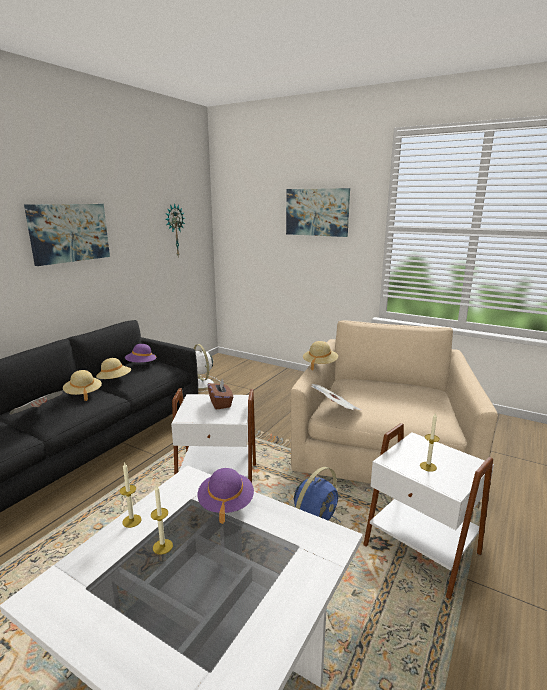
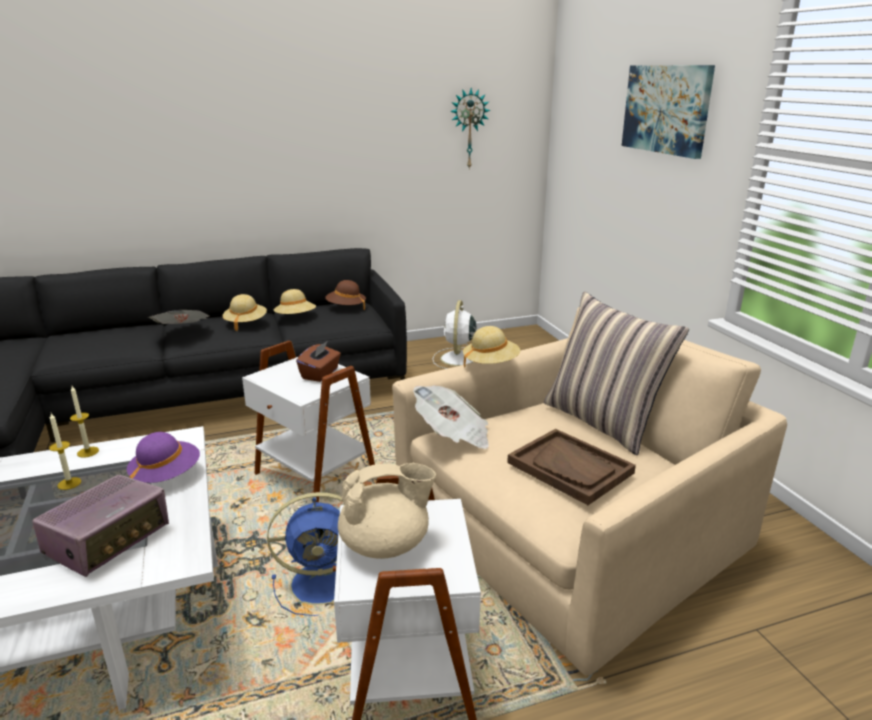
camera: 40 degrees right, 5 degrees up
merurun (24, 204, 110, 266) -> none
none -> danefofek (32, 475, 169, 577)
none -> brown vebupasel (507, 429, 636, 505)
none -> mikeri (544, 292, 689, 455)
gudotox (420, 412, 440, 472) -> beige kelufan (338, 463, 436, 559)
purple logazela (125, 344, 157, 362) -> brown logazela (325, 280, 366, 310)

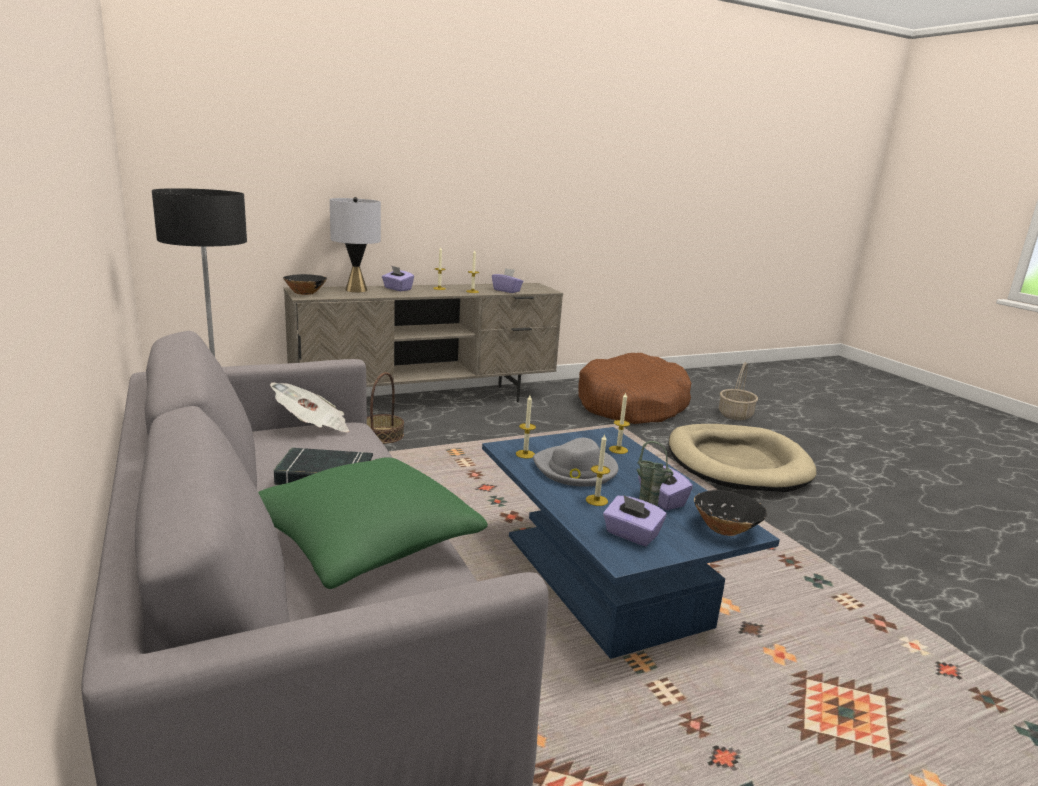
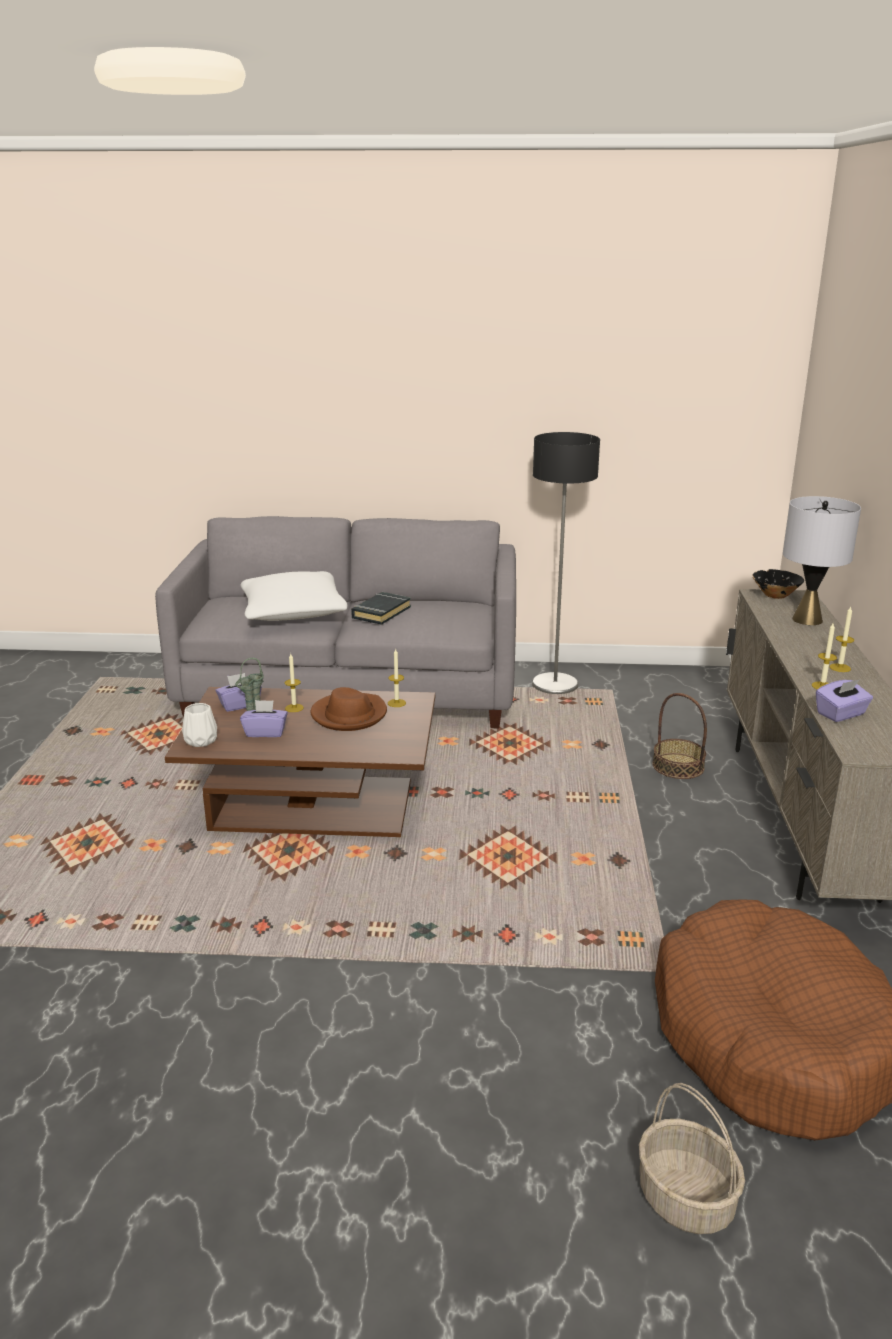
camera: 120 degrees right, 5 degrees up
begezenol (270, 383, 349, 432) -> none
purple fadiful (382, 265, 414, 291) -> none
gudotox (609, 393, 630, 454) -> none
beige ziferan (668, 424, 817, 492) -> none
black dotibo (694, 490, 767, 536) -> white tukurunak (182, 703, 217, 747)
green mikeri (258, 457, 488, 589) -> white mikeri (240, 571, 347, 621)
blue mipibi (482, 427, 780, 659) -> brown mipibi (165, 687, 435, 837)
grey logazela (533, 438, 619, 487) -> brown logazela (311, 687, 387, 731)

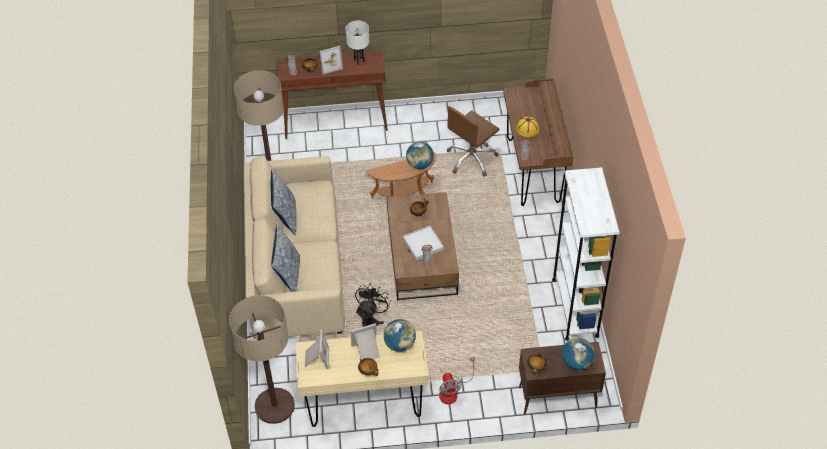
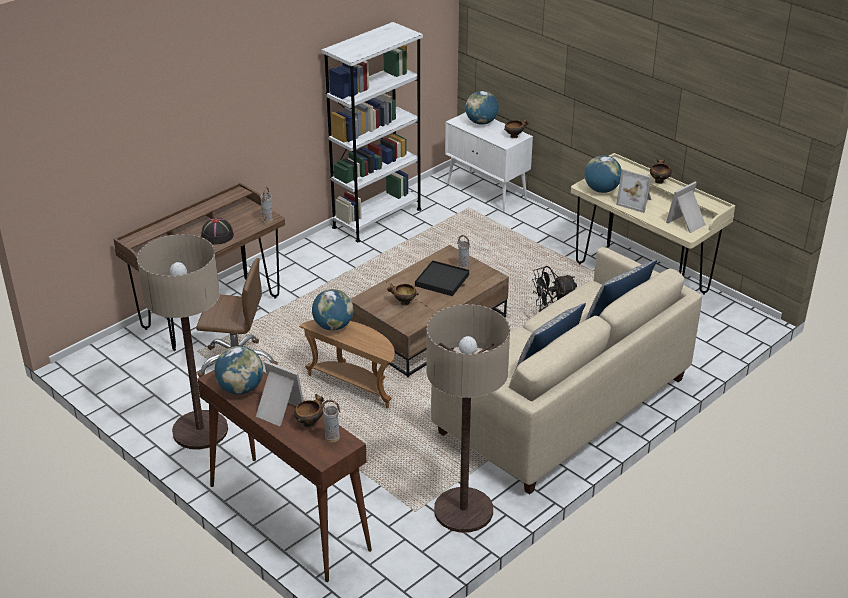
camera: 130 degrees left, 15 degrees down
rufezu (439, 357, 475, 404) -> none
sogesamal (229, 295, 295, 424) -> sogesamal (137, 234, 228, 450), shifted
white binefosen (345, 21, 369, 65) -> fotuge (214, 346, 263, 394)
white vebupasel (403, 226, 444, 260) -> black vebupasel (415, 260, 469, 296)
yellow logazela (516, 117, 539, 137) -> black logazela (201, 218, 234, 245)
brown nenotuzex (519, 342, 606, 415) -> white nenotuzex (445, 112, 533, 212)

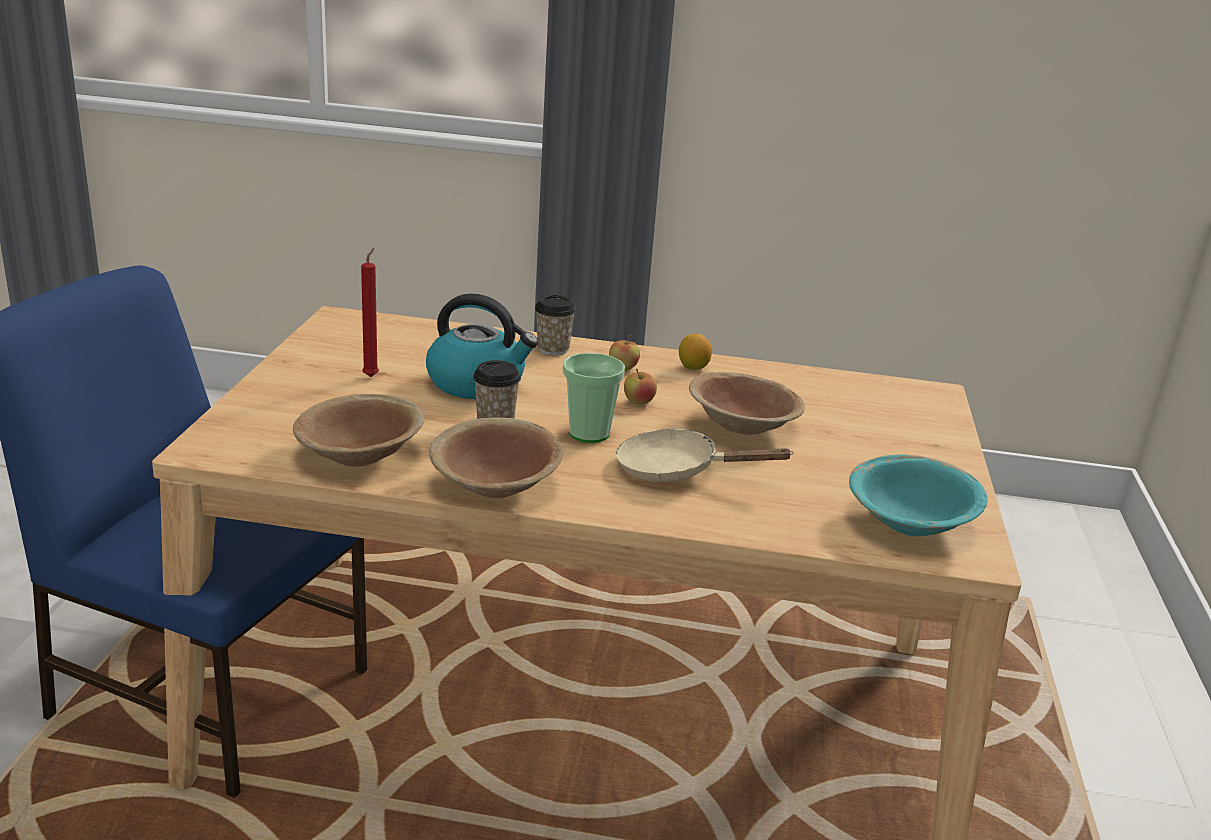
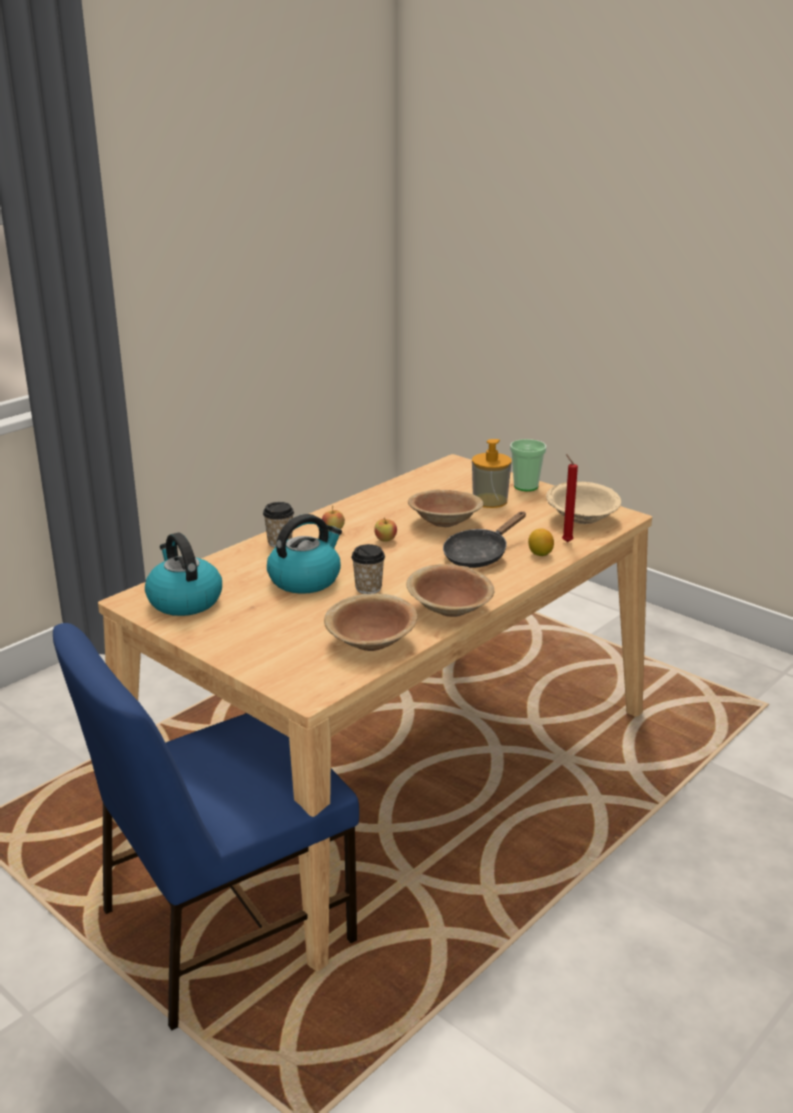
camera: 55 degrees left, 0 degrees up
none -> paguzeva (145, 533, 222, 616)
none -> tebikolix (472, 439, 512, 508)
red gudotox (361, 248, 379, 377) -> red gudotox (562, 454, 578, 542), shifted
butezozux (563, 353, 625, 443) -> butezozux (510, 439, 547, 491), shifted
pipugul (679, 334, 712, 370) -> pipugul (528, 529, 554, 556), shifted
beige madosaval (616, 428, 793, 482) -> black madosaval (443, 512, 526, 568)
turquoise dotibo (849, 454, 988, 536) -> beige dotibo (546, 481, 621, 524)

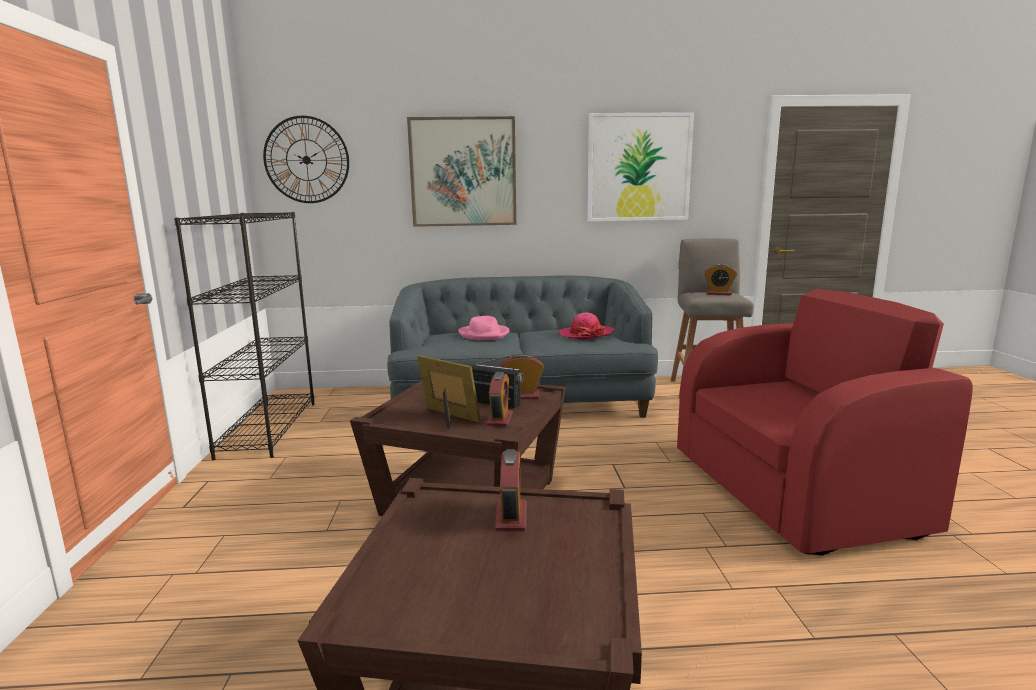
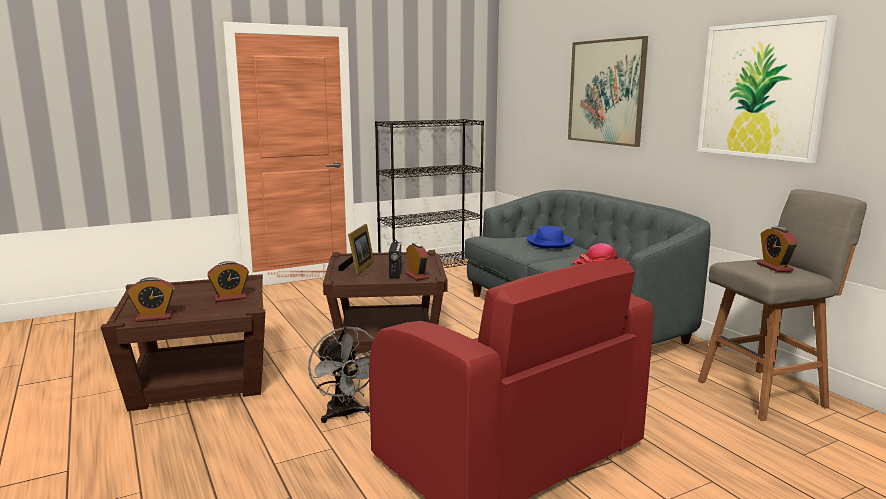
camera: 65 degrees right, 0 degrees up
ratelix (263, 116, 349, 203) -> none
none -> grey rufezu (308, 326, 374, 423)
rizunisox (486, 372, 513, 427) -> rizunisox (127, 277, 174, 322), shifted
pink logazela (458, 316, 510, 340) -> blue logazela (527, 226, 574, 249)

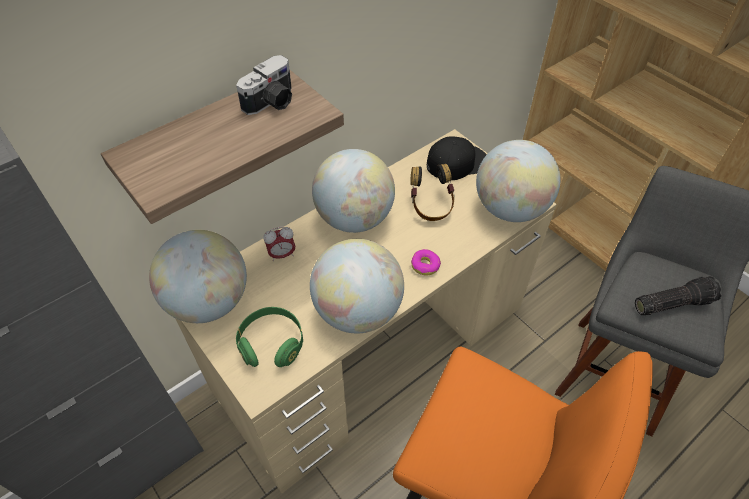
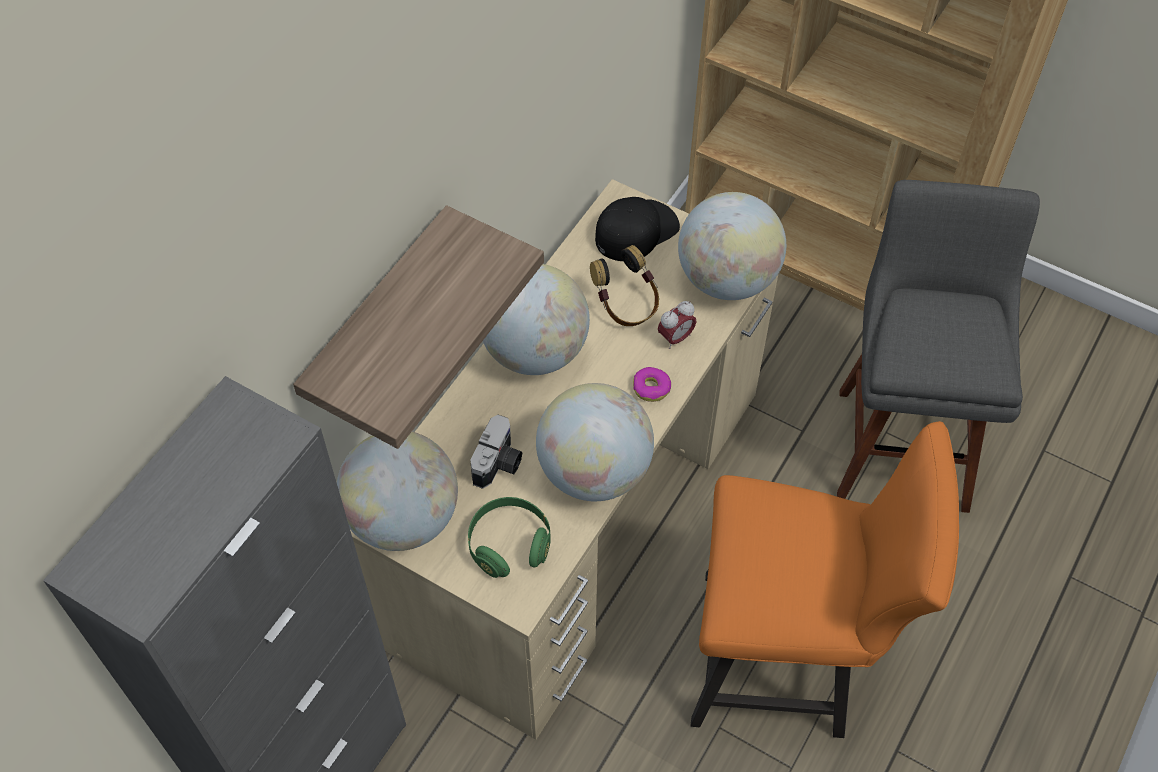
camera: 20 degrees left, 5 degrees up
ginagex (635, 276, 721, 315) -> none
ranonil (236, 55, 292, 115) -> ranonil (470, 415, 522, 489), shifted
rizunisox (264, 227, 295, 261) -> rizunisox (658, 301, 696, 349), shifted

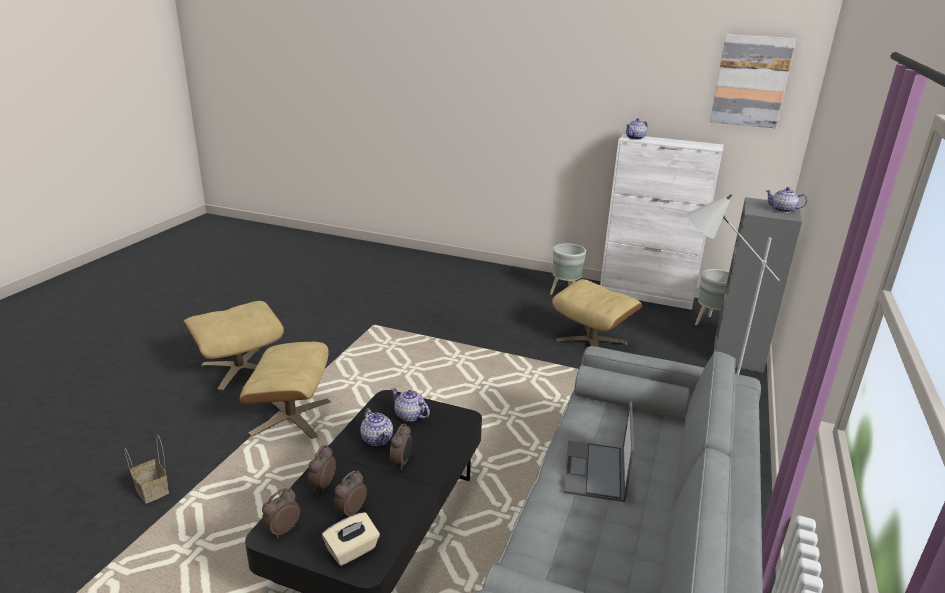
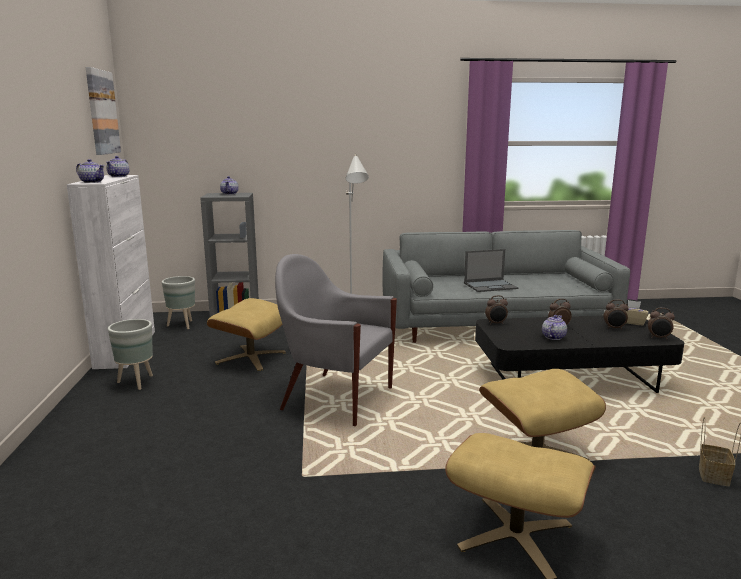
camera: 115 degrees left, 10 degrees down
none -> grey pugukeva (275, 254, 397, 426)
rizunisox (308, 445, 336, 492) -> rizunisox (485, 295, 508, 325), shifted
kelufan (391, 388, 430, 422) -> kelufan (106, 156, 129, 177), shifted

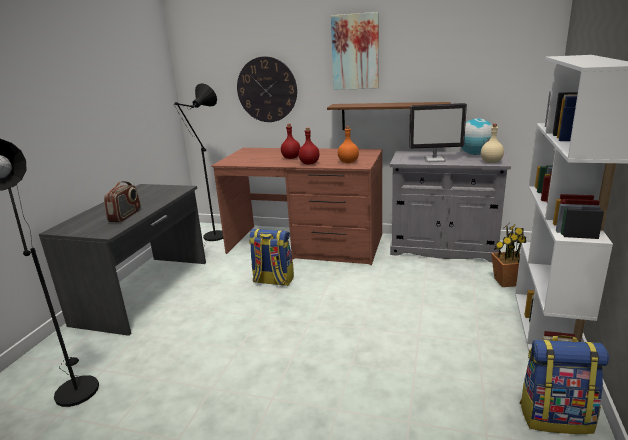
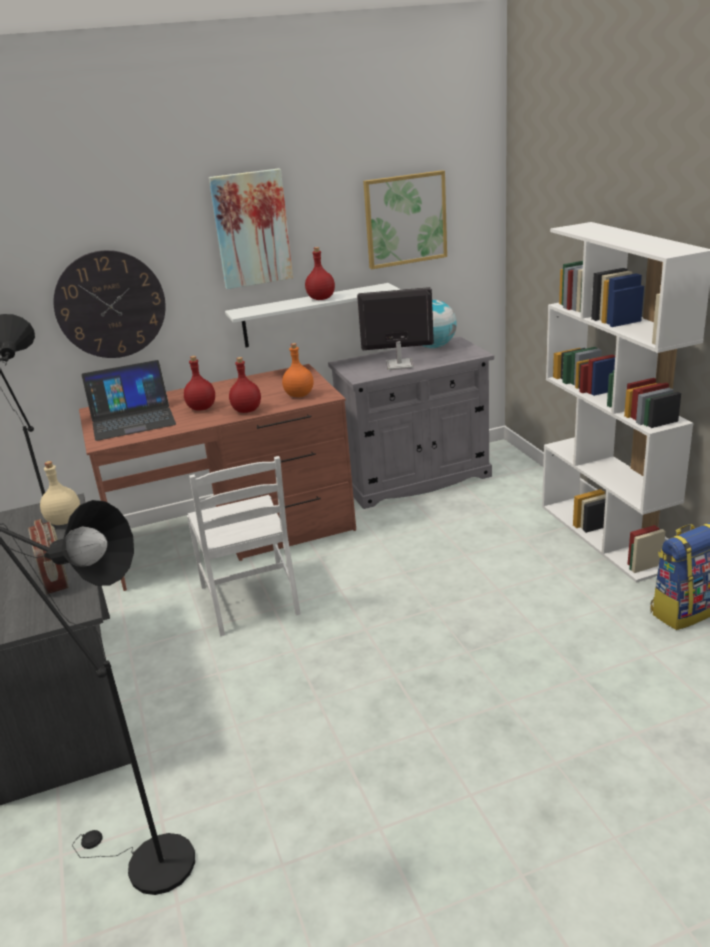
camera: 35 degrees left, 5 degrees up
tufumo (491, 224, 526, 287) -> none
none -> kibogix (82, 360, 176, 441)
none -> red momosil (305, 247, 335, 300)
none -> merurun (363, 170, 447, 269)
beige momosil (481, 124, 504, 163) -> beige momosil (40, 461, 80, 525), shifted
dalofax (249, 229, 294, 286) -> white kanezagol (187, 456, 301, 636)
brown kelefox (327, 102, 450, 130) -> white kelefox (225, 283, 401, 347)
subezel (409, 103, 467, 162) -> subezel (357, 287, 434, 370), 150 degrees counterclockwise

